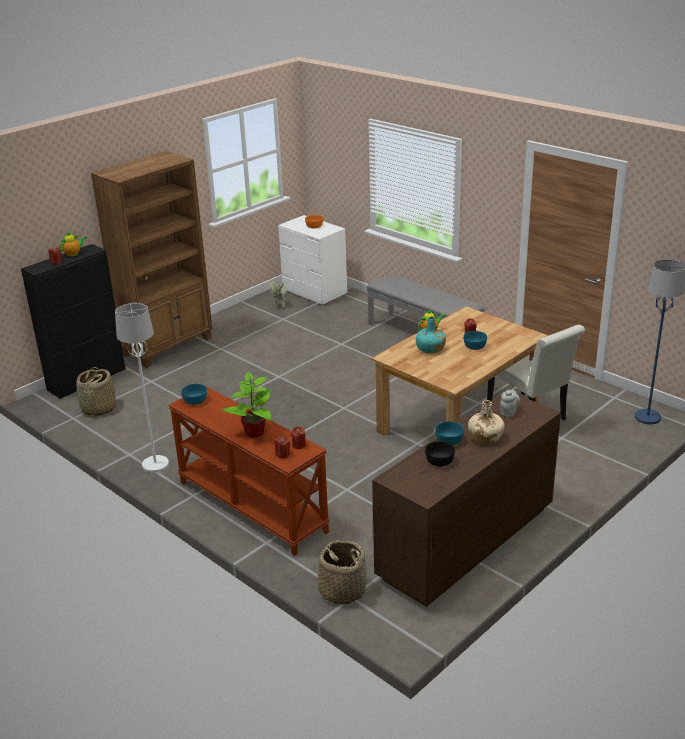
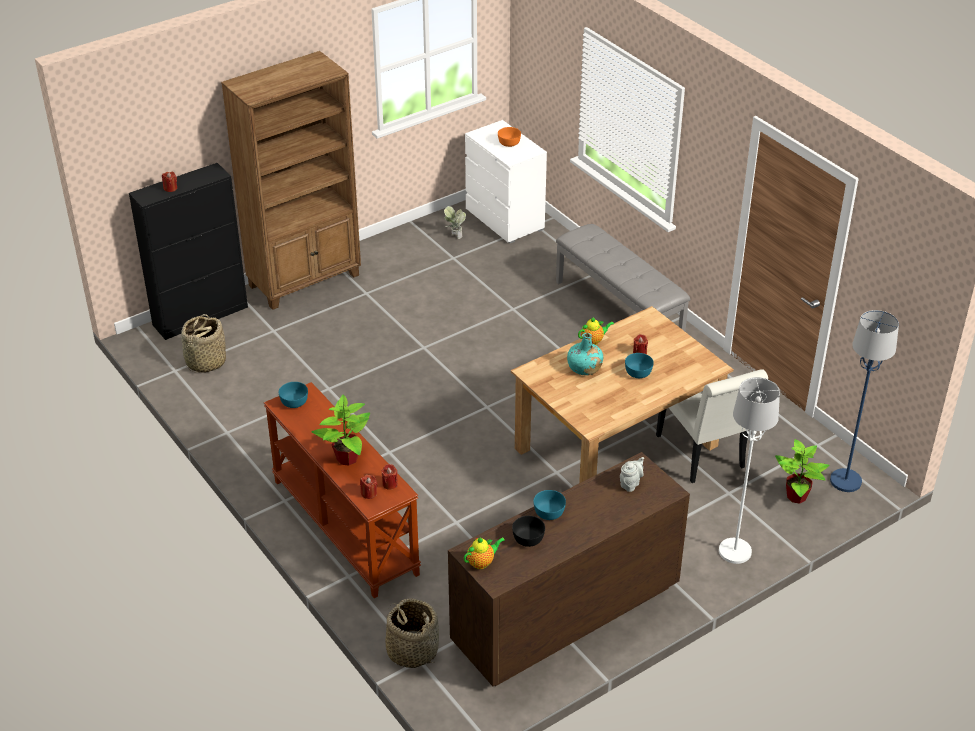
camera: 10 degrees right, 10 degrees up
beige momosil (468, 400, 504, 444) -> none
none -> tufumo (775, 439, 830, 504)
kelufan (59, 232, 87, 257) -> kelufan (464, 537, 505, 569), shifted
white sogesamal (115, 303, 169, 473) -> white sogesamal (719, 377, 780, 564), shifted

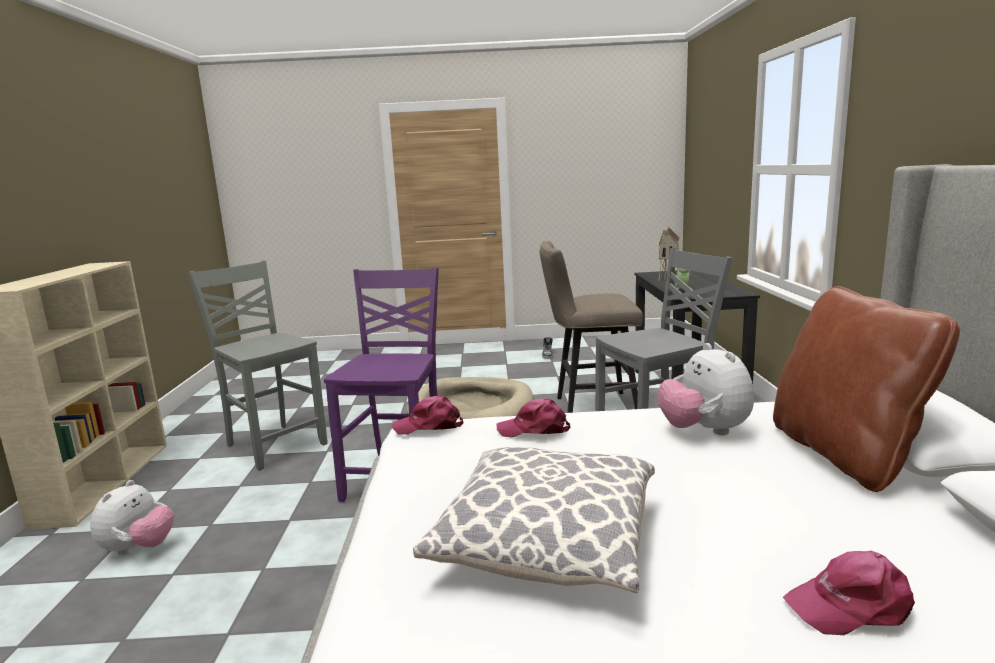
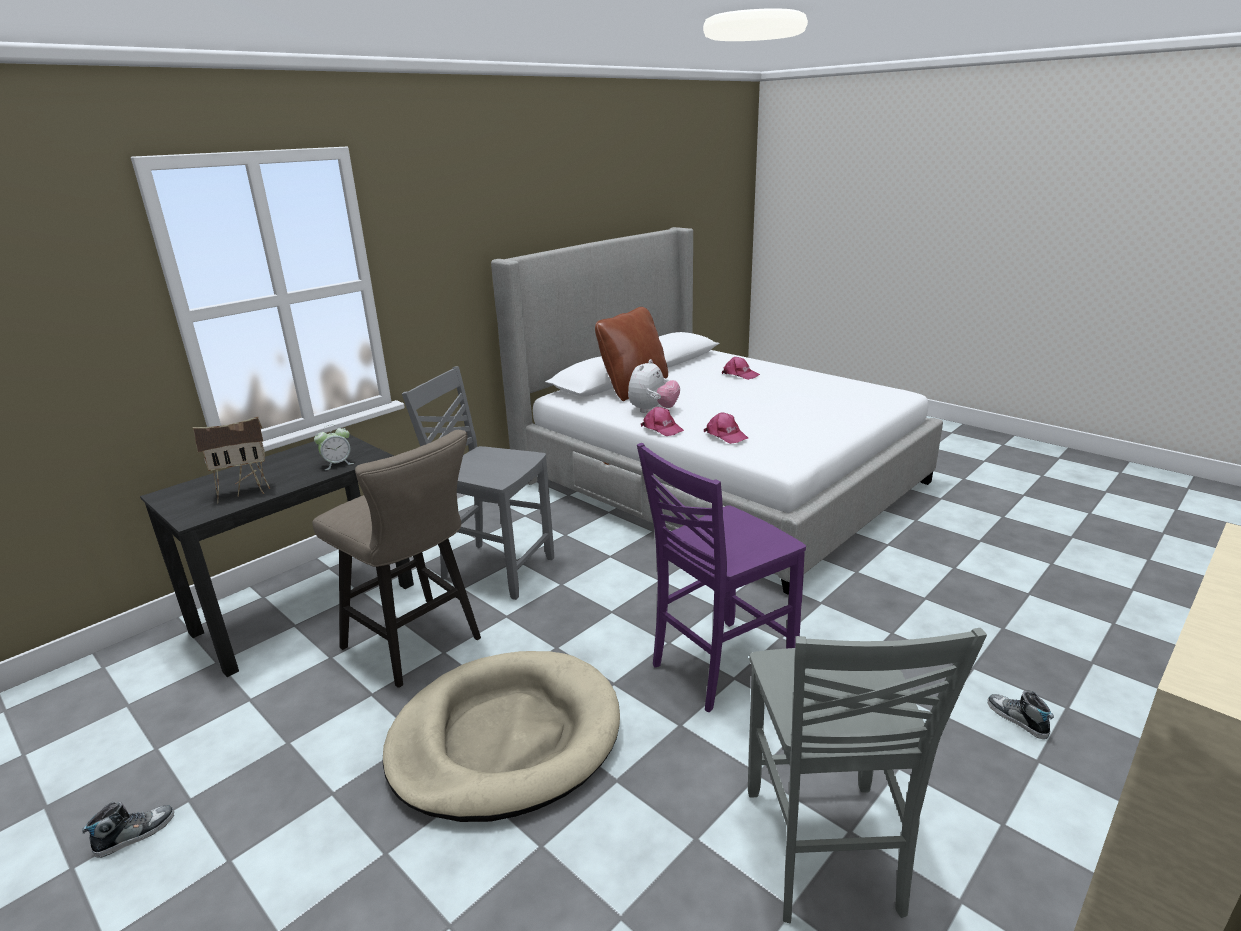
camera: 135 degrees left, 10 degrees up
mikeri (413, 447, 655, 593) -> none
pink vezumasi (392, 396, 463, 435) -> pink vezumasi (641, 407, 684, 436), shifted
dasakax (90, 480, 174, 555) -> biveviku (988, 691, 1054, 739)

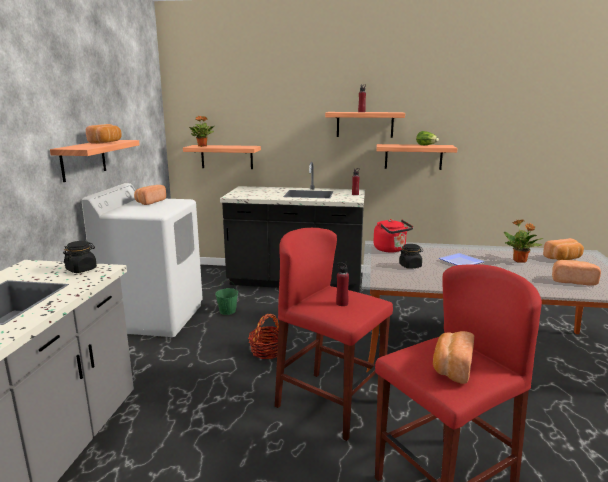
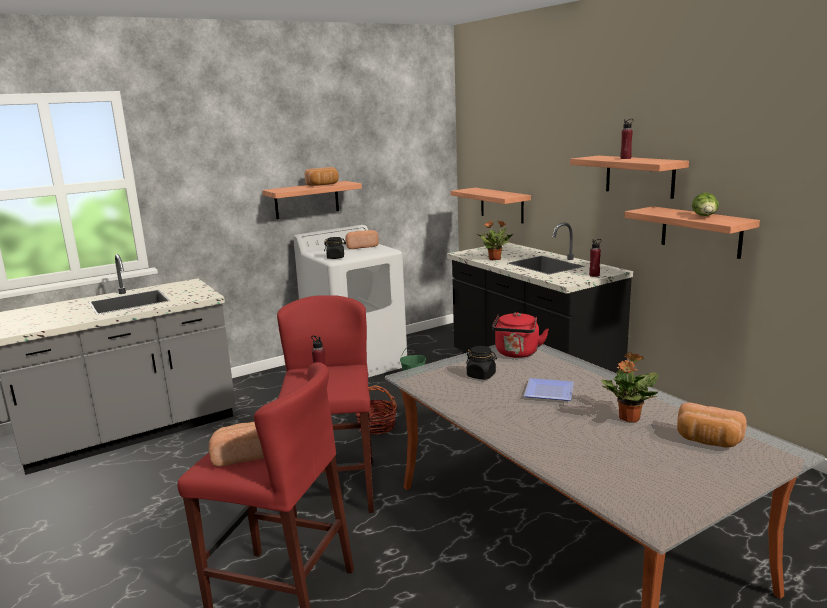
camera: 50 degrees right, 0 degrees up
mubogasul (552, 260, 601, 286) -> none
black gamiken (63, 241, 97, 273) -> black gamiken (324, 237, 346, 259), shifted
tufumo (189, 116, 214, 147) -> tufumo (476, 221, 513, 260), shifted

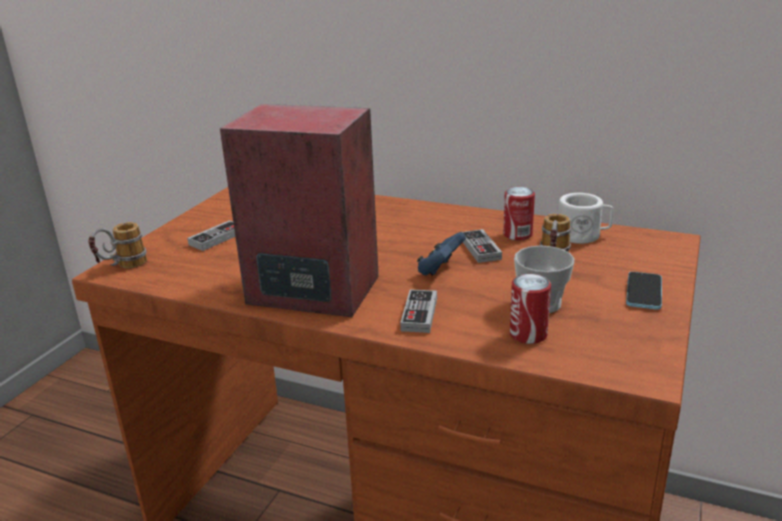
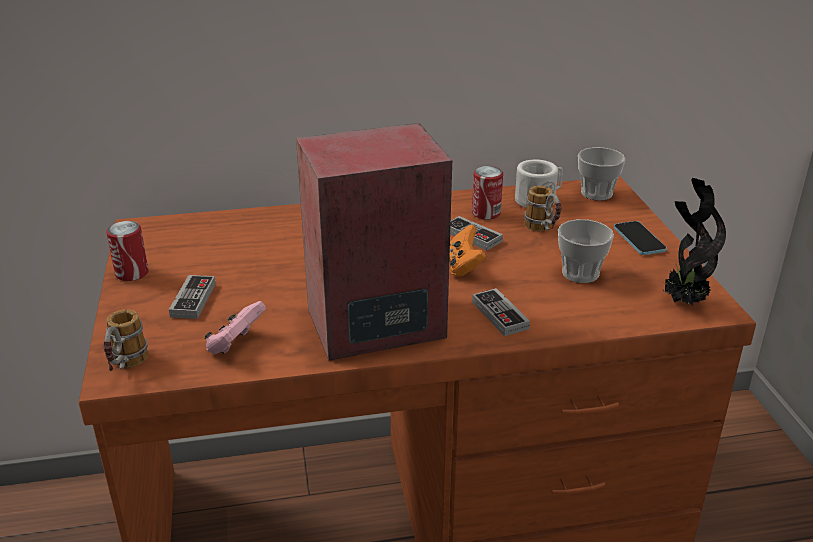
camera: 35 degrees left, 5 degrees up
none -> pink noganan (205, 301, 266, 354)
none -> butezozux (578, 147, 625, 201)
none -> tufumo (663, 178, 726, 305)
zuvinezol (510, 274, 551, 344) -> zuvinezol (106, 221, 149, 281), shifted
blue noganan (417, 232, 466, 275) -> orange noganan (449, 225, 486, 277)

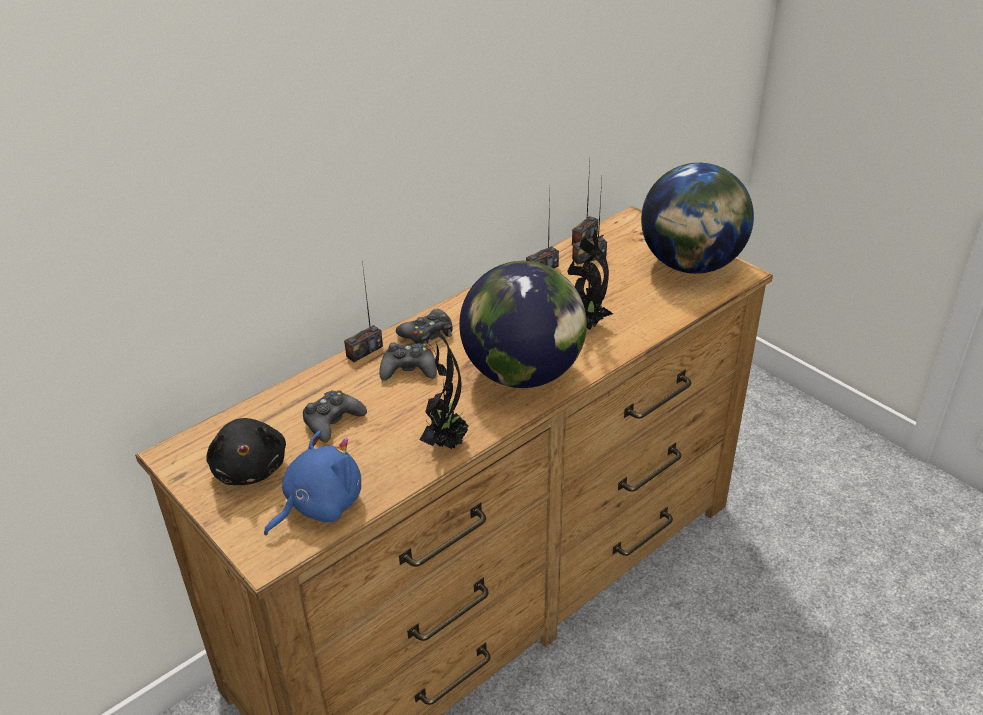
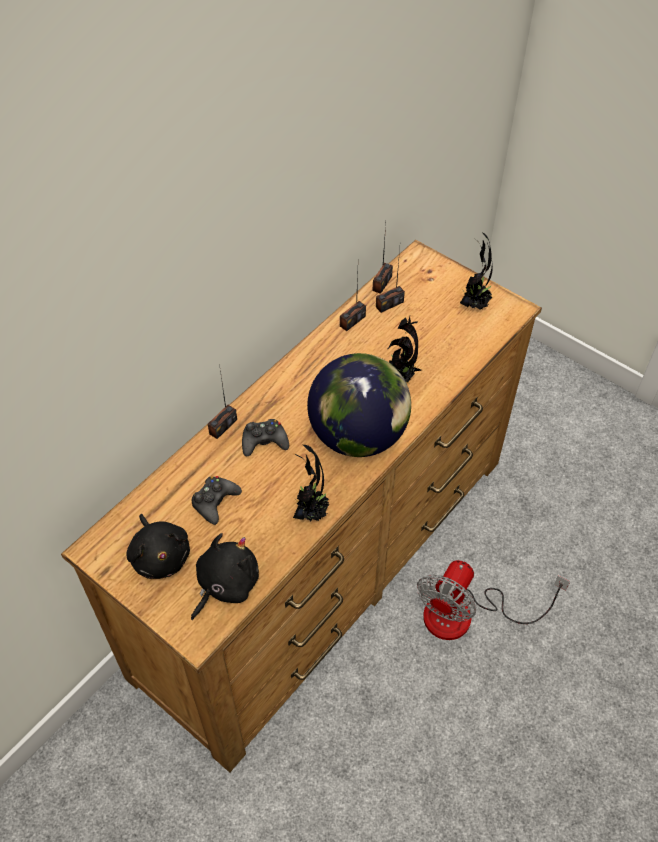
camera: 10 degrees left, 15 degrees up
black noganan (396, 309, 453, 346) -> none
none -> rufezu (417, 560, 570, 640)
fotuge (641, 163, 754, 274) -> tufumo (460, 232, 493, 310)
blue dasakax (264, 431, 361, 536) -> black dasakax (191, 533, 259, 620)

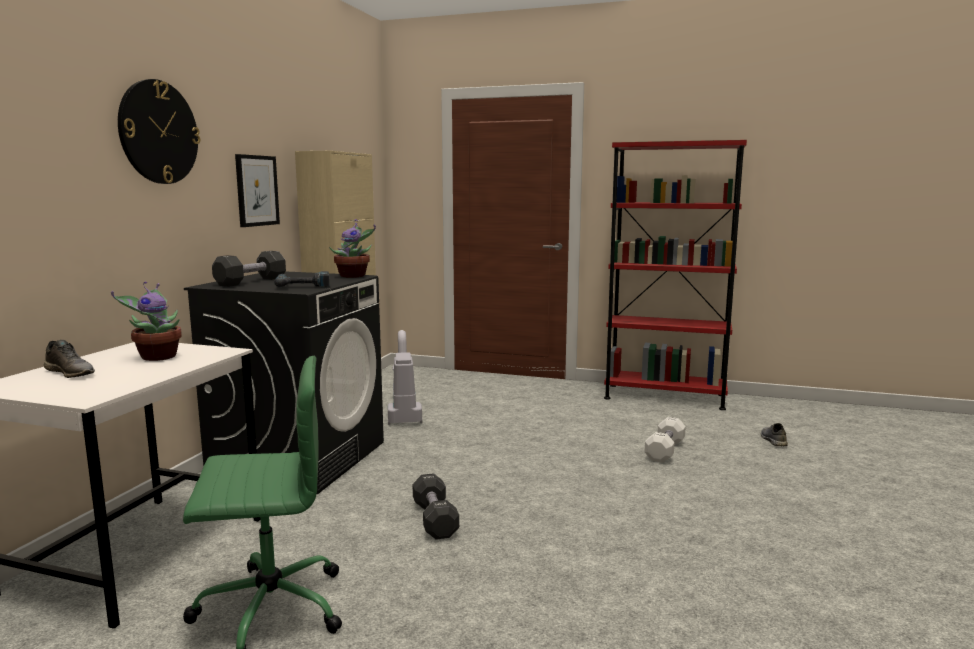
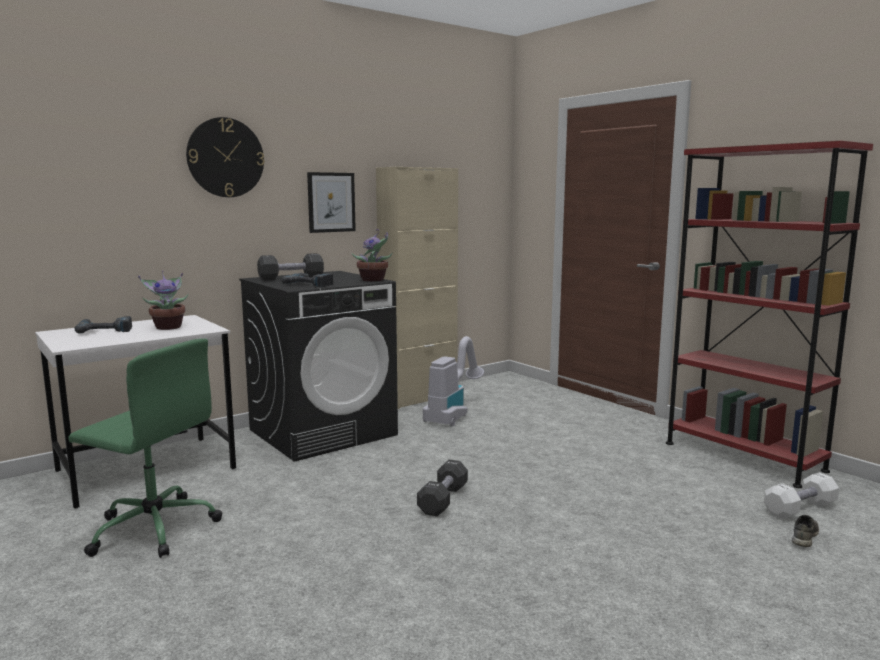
camera: 35 degrees right, 0 degrees up
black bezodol (413, 473, 459, 540) -> black bezodol (417, 460, 468, 516), shifted
white bezodol (645, 417, 686, 463) -> white bezodol (764, 472, 839, 519), shifted
grey biveviku (44, 340, 95, 378) -> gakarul (75, 316, 132, 334)

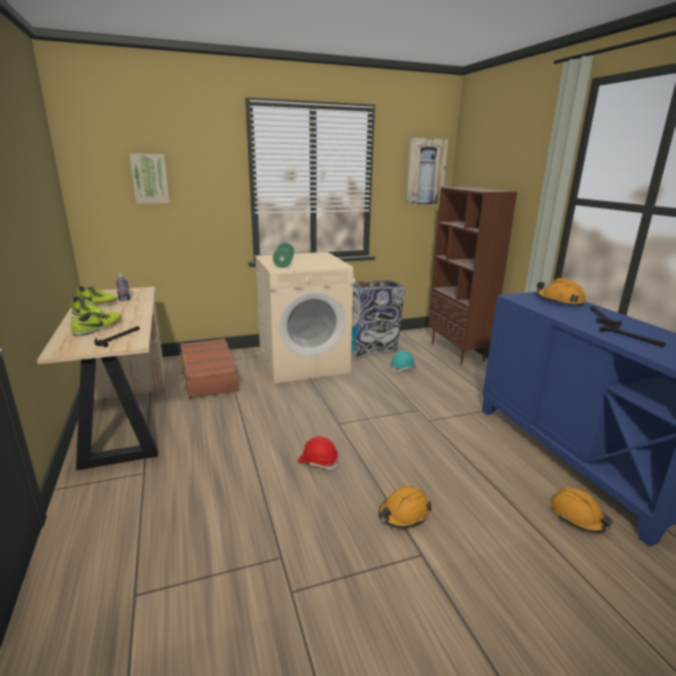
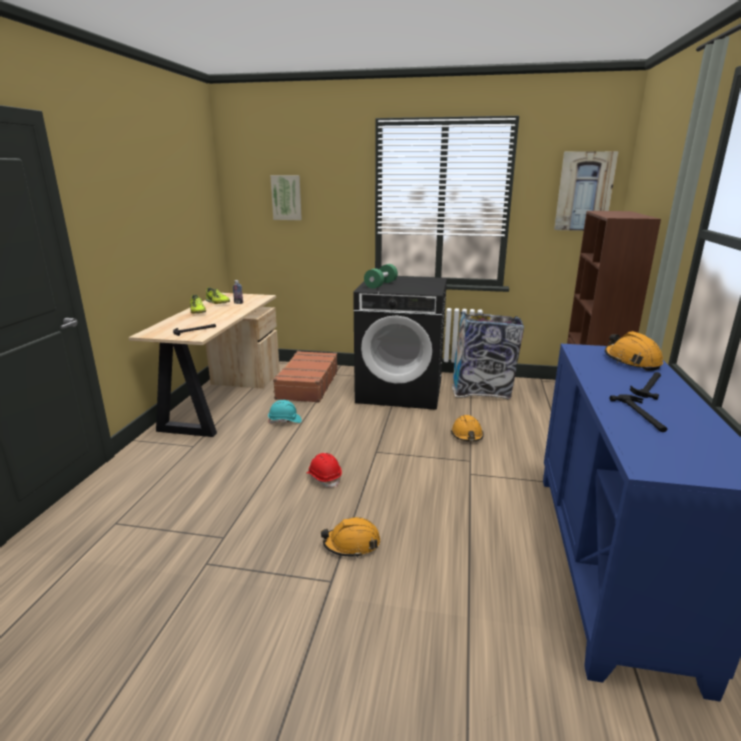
camera: 30 degrees right, 0 degrees up
biveviku (71, 311, 122, 336) -> none
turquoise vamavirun (390, 350, 416, 373) -> turquoise vamavirun (268, 400, 302, 424), shifted
orange vamavirun (551, 487, 613, 533) -> orange vamavirun (451, 415, 484, 441), shifted
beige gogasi (255, 252, 353, 384) -> black gogasi (353, 276, 447, 410)

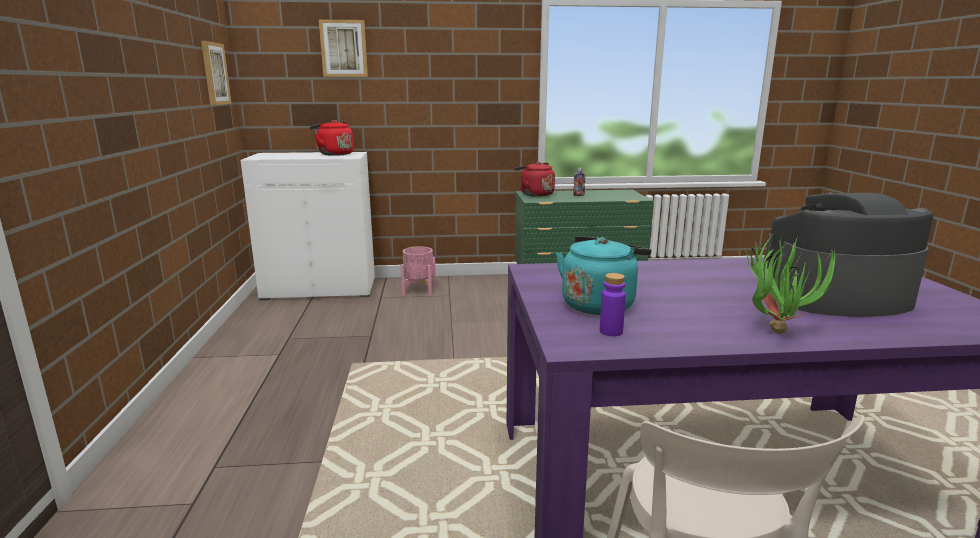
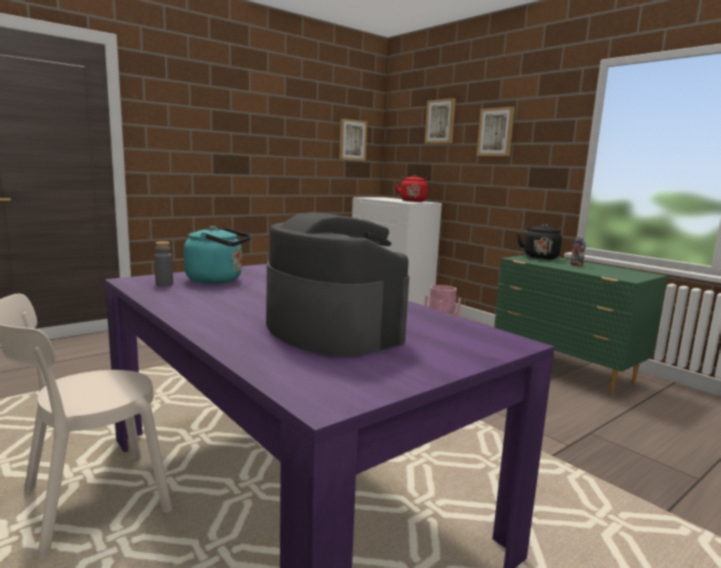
camera: 55 degrees right, 5 degrees down
tufumo (745, 234, 844, 334) -> none
none -> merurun (476, 107, 515, 156)
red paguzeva (514, 162, 555, 197) -> black paguzeva (517, 224, 562, 260)
purple momosil (600, 273, 626, 336) -> grey momosil (154, 241, 173, 286)

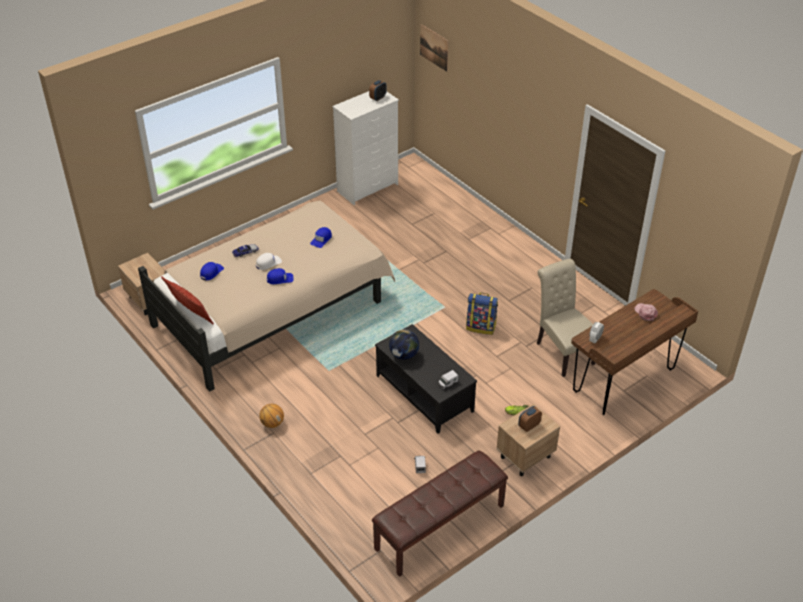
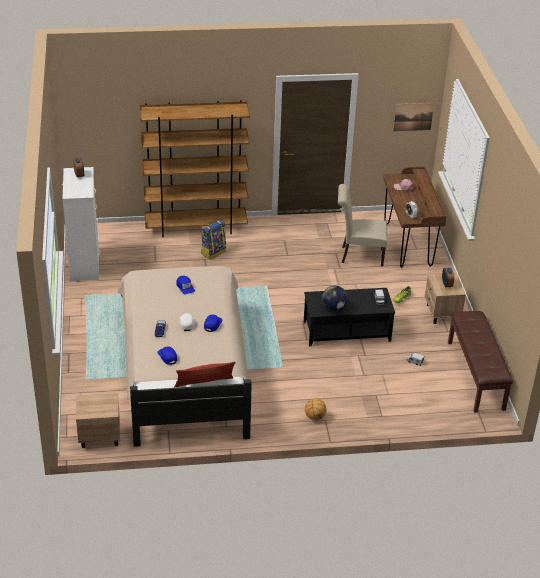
camera: 60 degrees left, 5 degrees down
none -> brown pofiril (140, 100, 250, 237)
merurun (420, 24, 449, 72) -> merurun (393, 103, 434, 131), shifted
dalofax (466, 293, 498, 335) -> dalofax (201, 220, 226, 259), shifted

